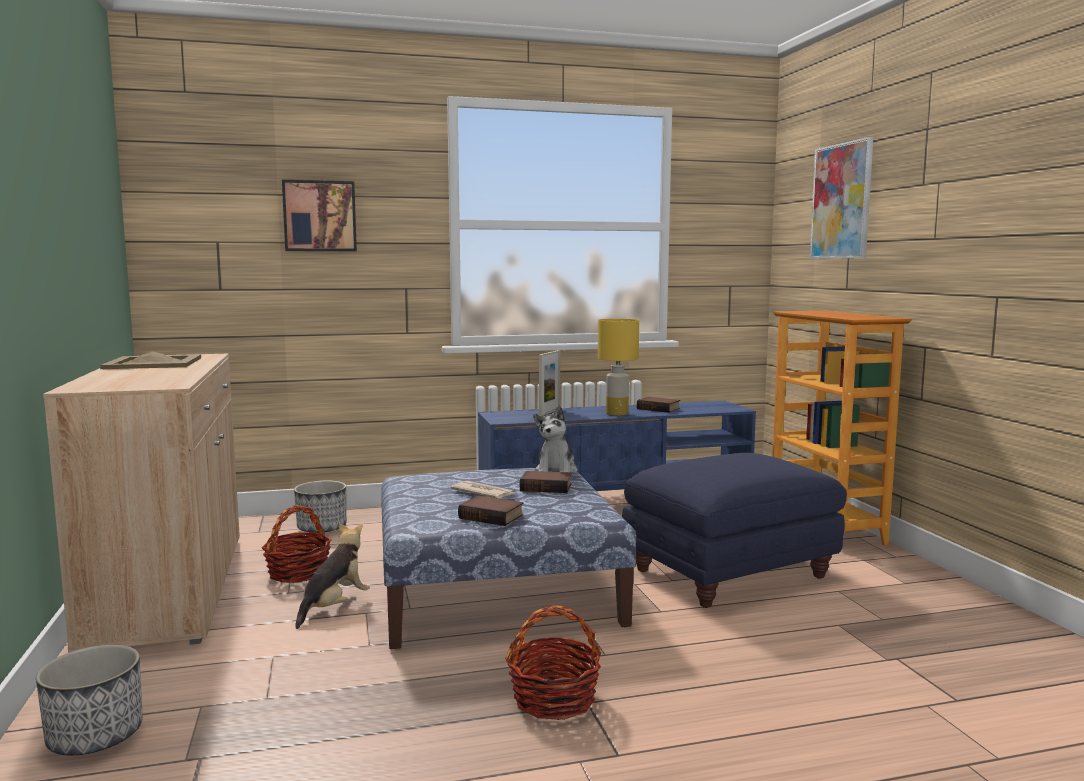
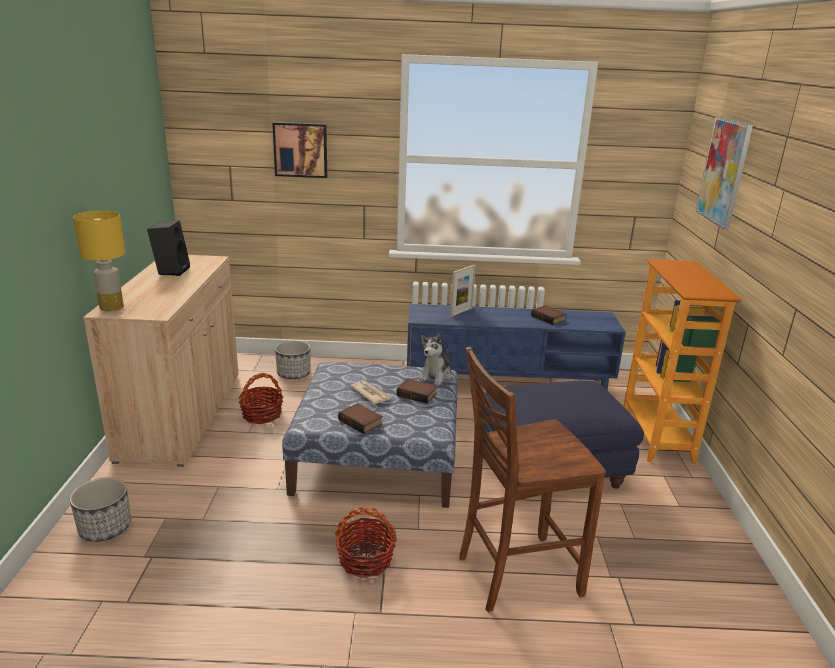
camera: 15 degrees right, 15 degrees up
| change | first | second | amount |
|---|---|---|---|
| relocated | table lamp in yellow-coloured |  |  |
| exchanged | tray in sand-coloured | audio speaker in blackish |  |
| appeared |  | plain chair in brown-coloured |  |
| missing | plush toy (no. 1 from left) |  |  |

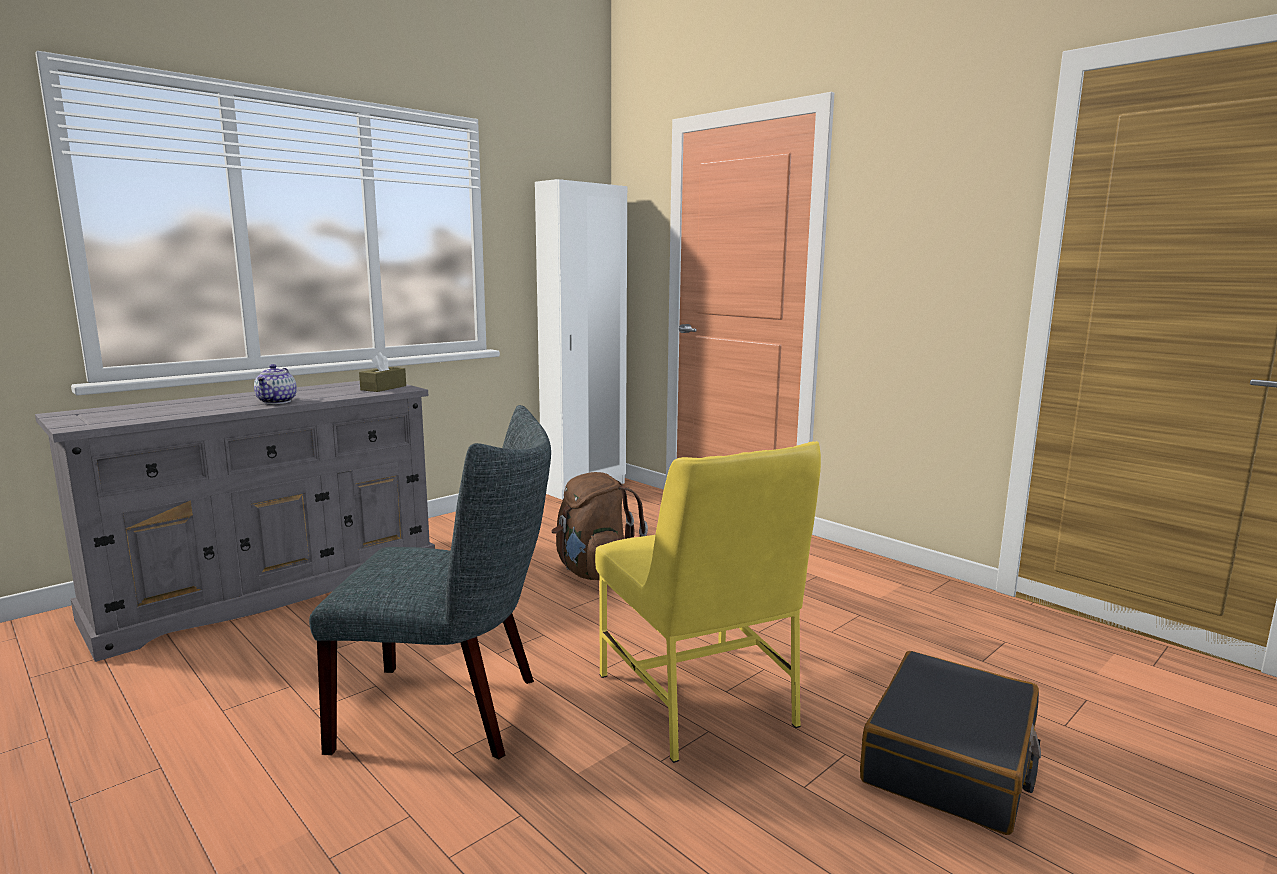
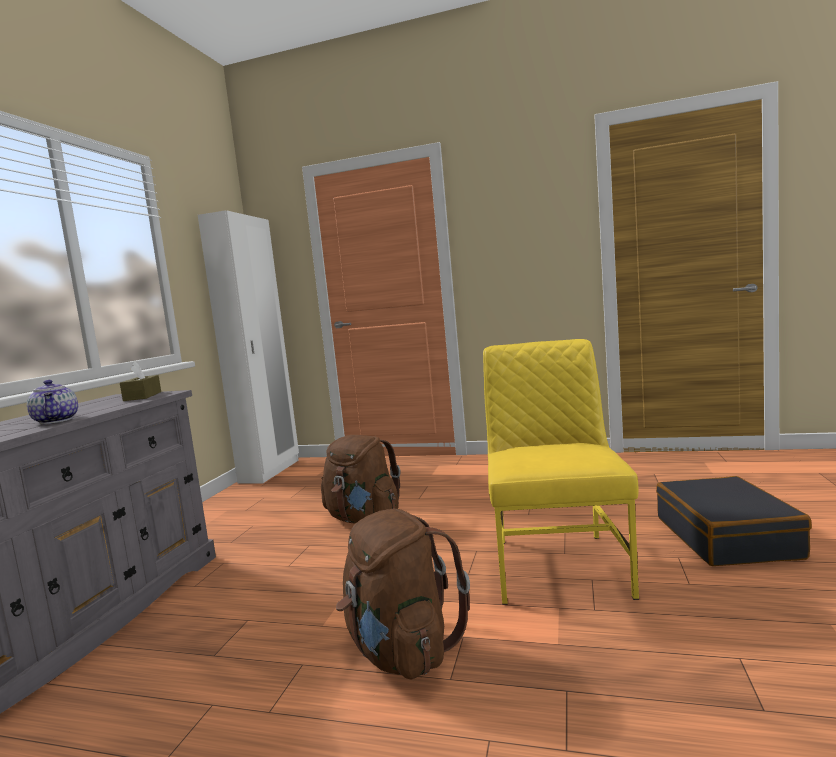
camera: 30 degrees left, 5 degrees down
| change | first | second | amount |
|---|---|---|---|
| exchanged | plain chair in greyish | backpack in brown-coloured (no. 2 from left) |  |
| spun | plain chair in yellow-coloured |  | 120 degrees counterclockwise |

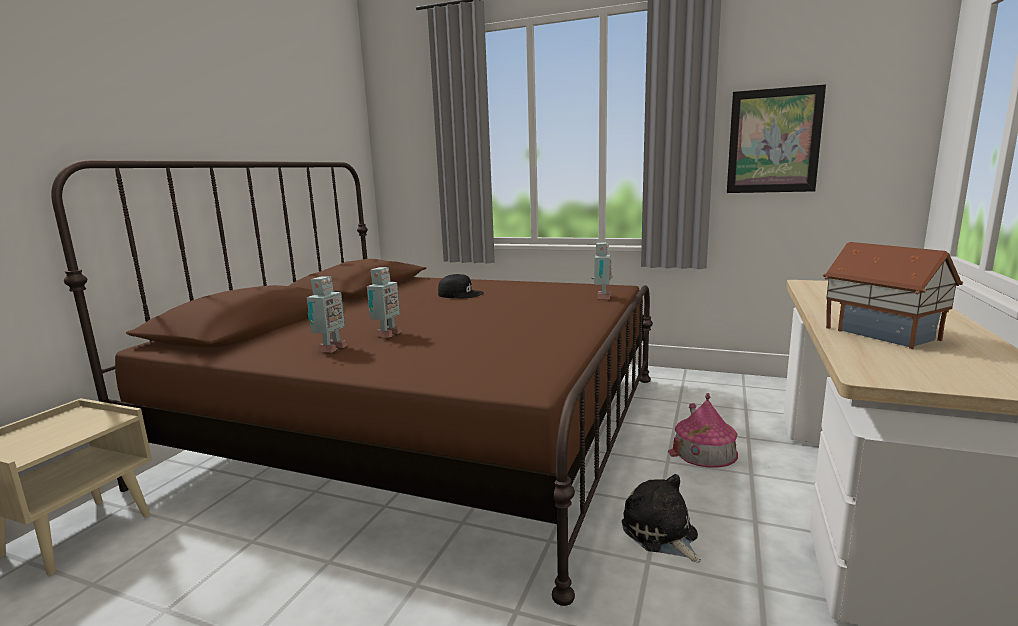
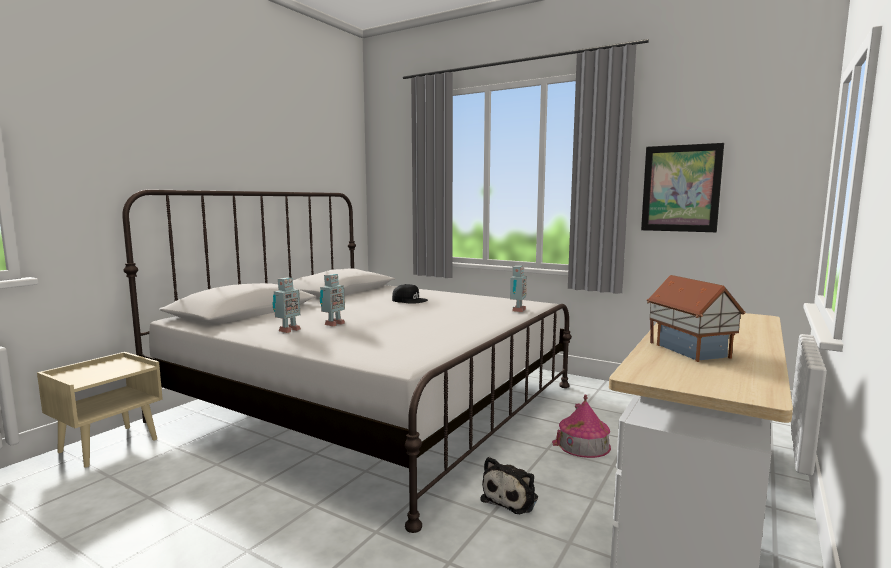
camera: 10 degrees right, 5 degrees down
| change | first | second | amount |
|---|---|---|---|
| colour | sleeping bed in brown-coloured | sleeping bed in whitish |  |
| spun | plush toy |  | 135 degrees counterclockwise |

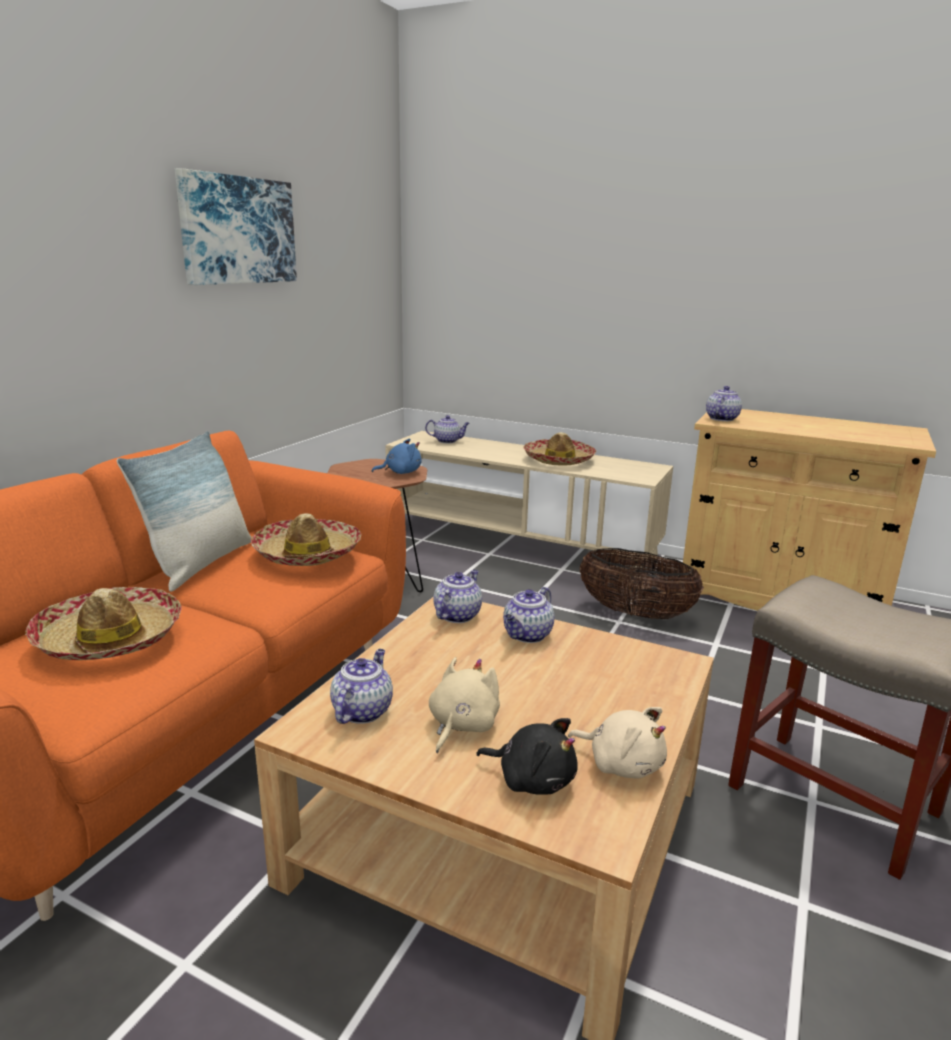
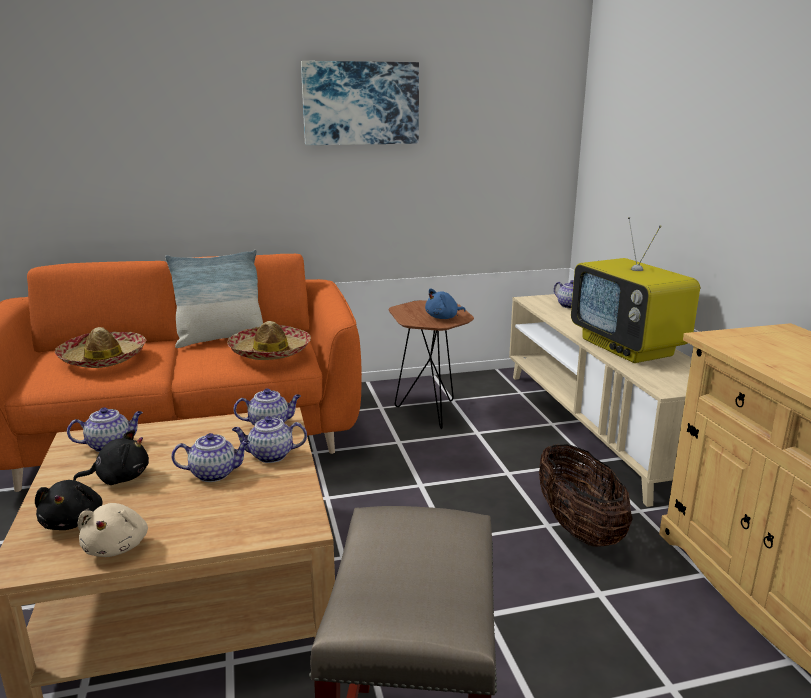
camera: 50 degrees right, 0 degrees up
| change | first | second | amount |
|---|---|---|---|
| colour | plush toy in sand-coloured (no. 1 from left) | plush toy in blackish (no. 2 from left) |  |
| relocated | teapot (no. 5 from left in the first image) | teapot (no. 2 from left) |  |
| spun | plush toy in bluish |  | 120 degrees clockwise |
| exchanged | clothing hat (no. 3 from left) | TV set |  |

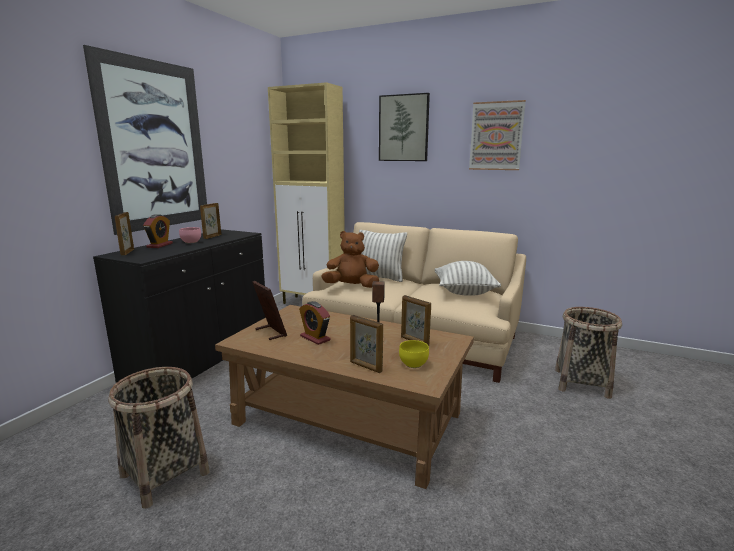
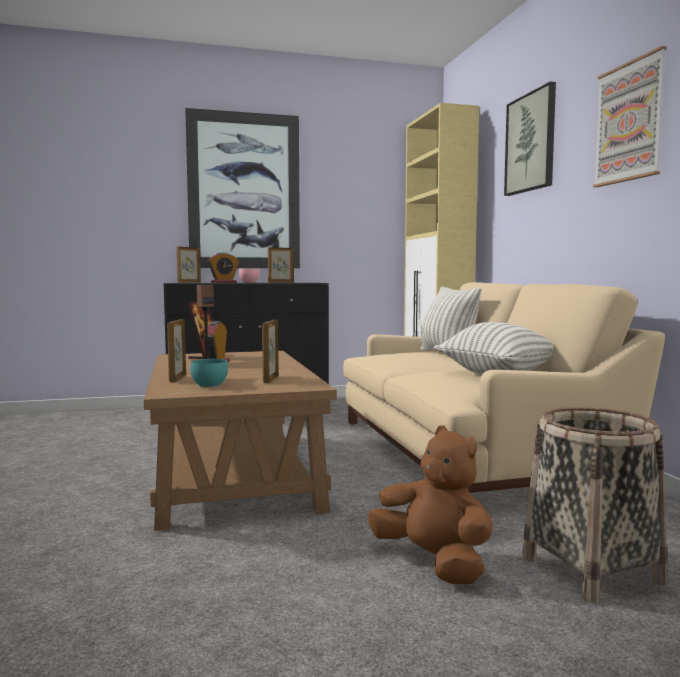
camera: 50 degrees right, 10 degrees down
| change | first | second | amount |
|---|---|---|---|
| colour | serving bowl in yellow-coloured | serving bowl in blue-green |  |
| relocated | plush toy in brown-coloured |  |  |
| missing | storage basket (no. 1 from left) |  |  |

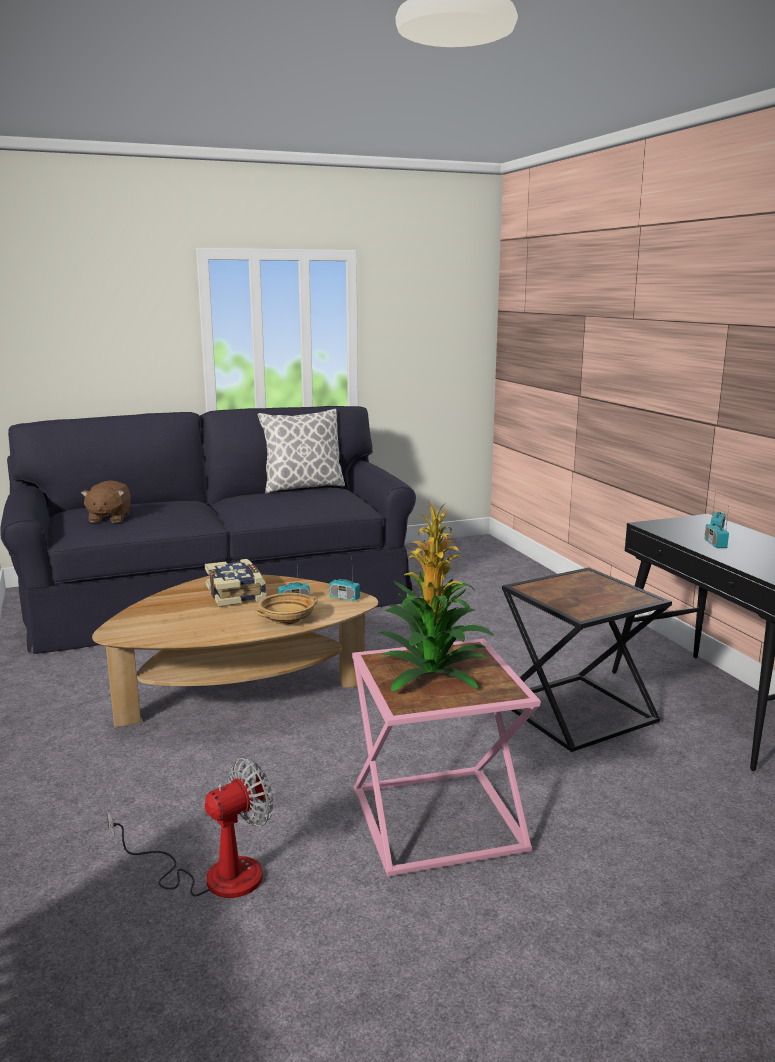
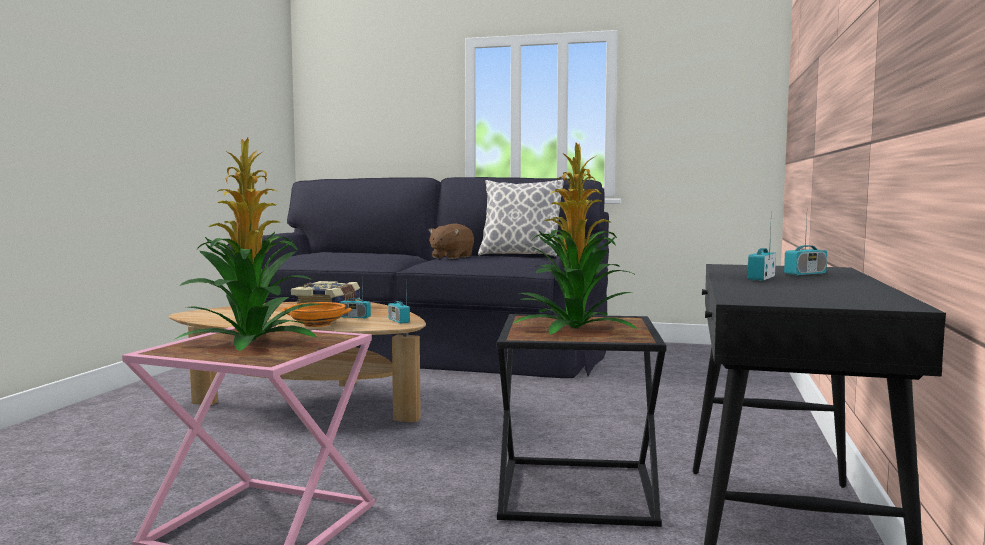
camera: 35 degrees right, 10 degrees down
| change | first | second | amount |
|---|---|---|---|
| colour | serving bowl in sand-coloured | serving bowl in orange |  |
| relocated | plush toy in brown-coloured |  |  |
| appeared |  | potted plant (no. 2 from left) |  |
| missing | electric fan |  |  |

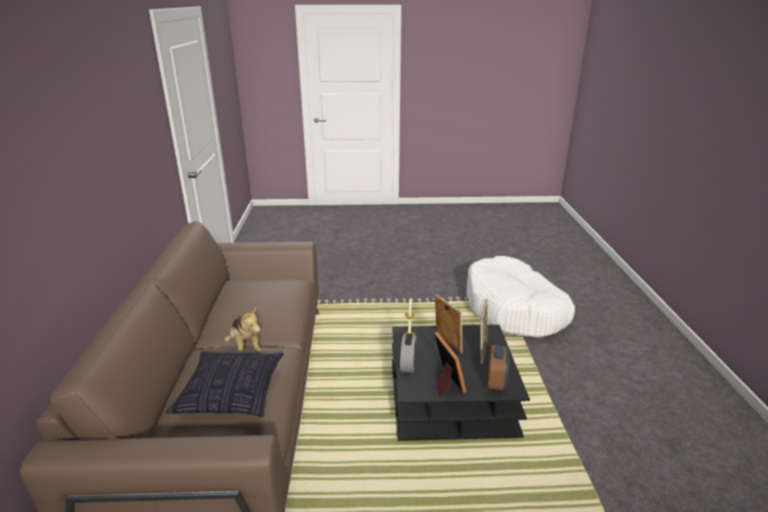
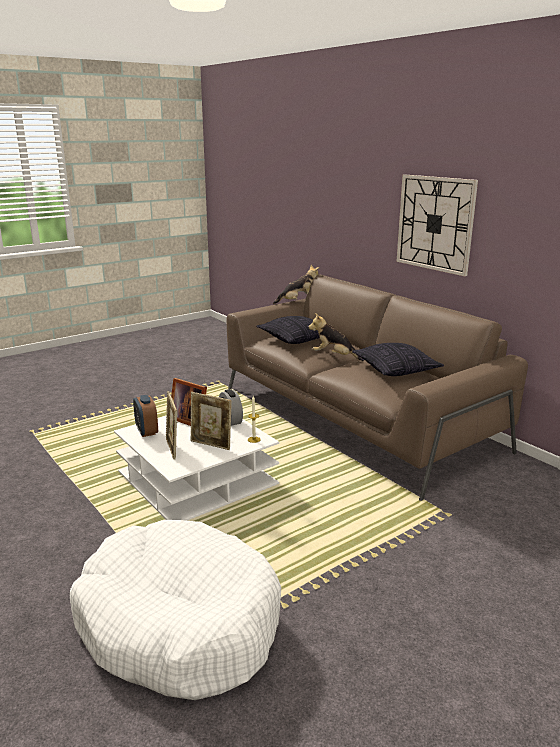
camera: 145 degrees right, 5 degrees down
| change | first | second | amount |
|---|---|---|---|
| colour | coffee table in blackish | coffee table in whitish |  |
| appeared |  | plush toy (no. 1 from left) |  |
| appeared |  | pillow (no. 2 from left) |  |
| appeared |  | wall clock |  |

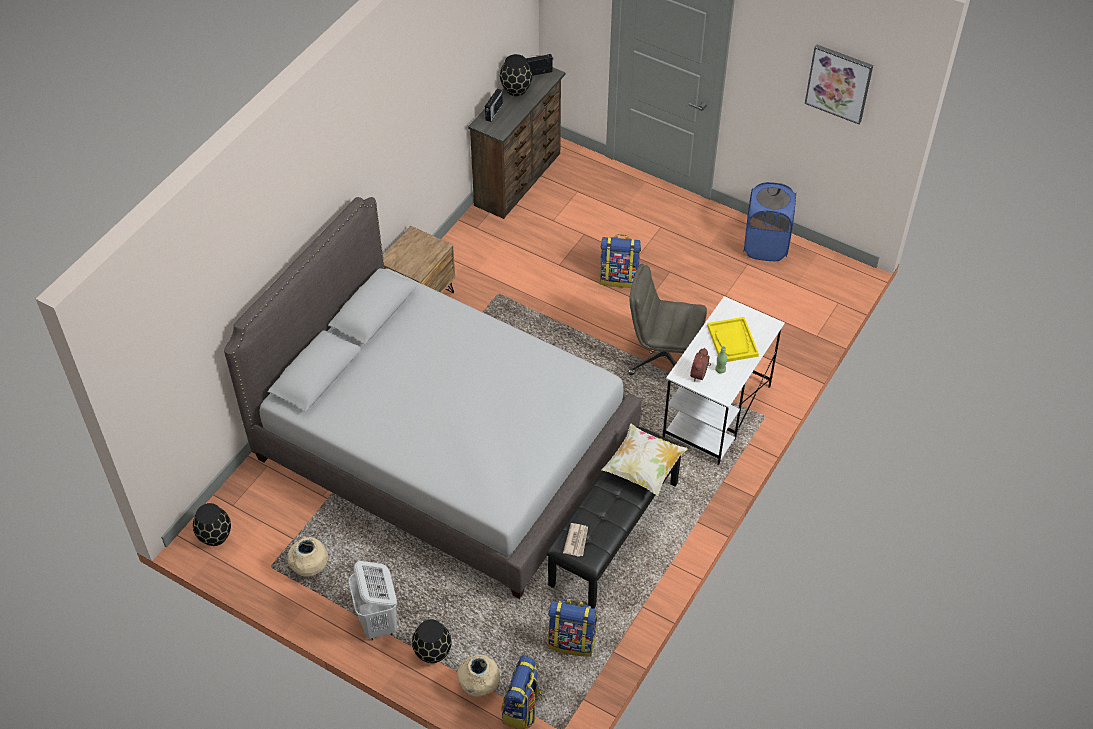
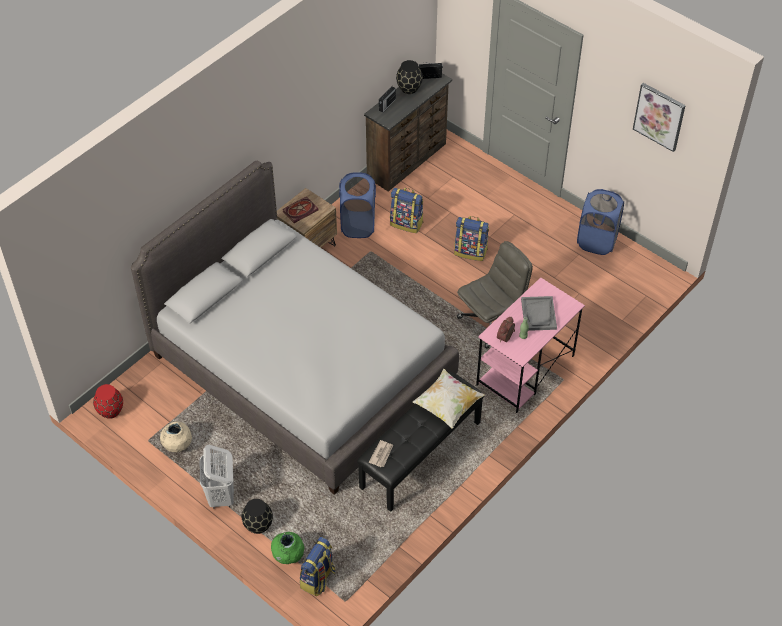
camera: 10 degrees right, 0 degrees up
| change | first | second | amount |
|---|---|---|---|
| colour | flower vase in blackish (no. 1 from left) | flower vase in reddish |  |
| colour | flower vase in sand-coloured (no. 2 from left) | flower vase in green-coloured |  |
| appeared |  | volume |  |
| appeared |  | washing basket in bluish (no. 1 from left) |  |
| relocated | backpack (no. 2 from left) |  |  |
| spun | computer chair in greyish |  | 120 degrees clockwise |
| colour | desk unit in whitish | desk unit in pinkish |  |
| colour | tray in yellow-coloured | tray in greyish |  |

